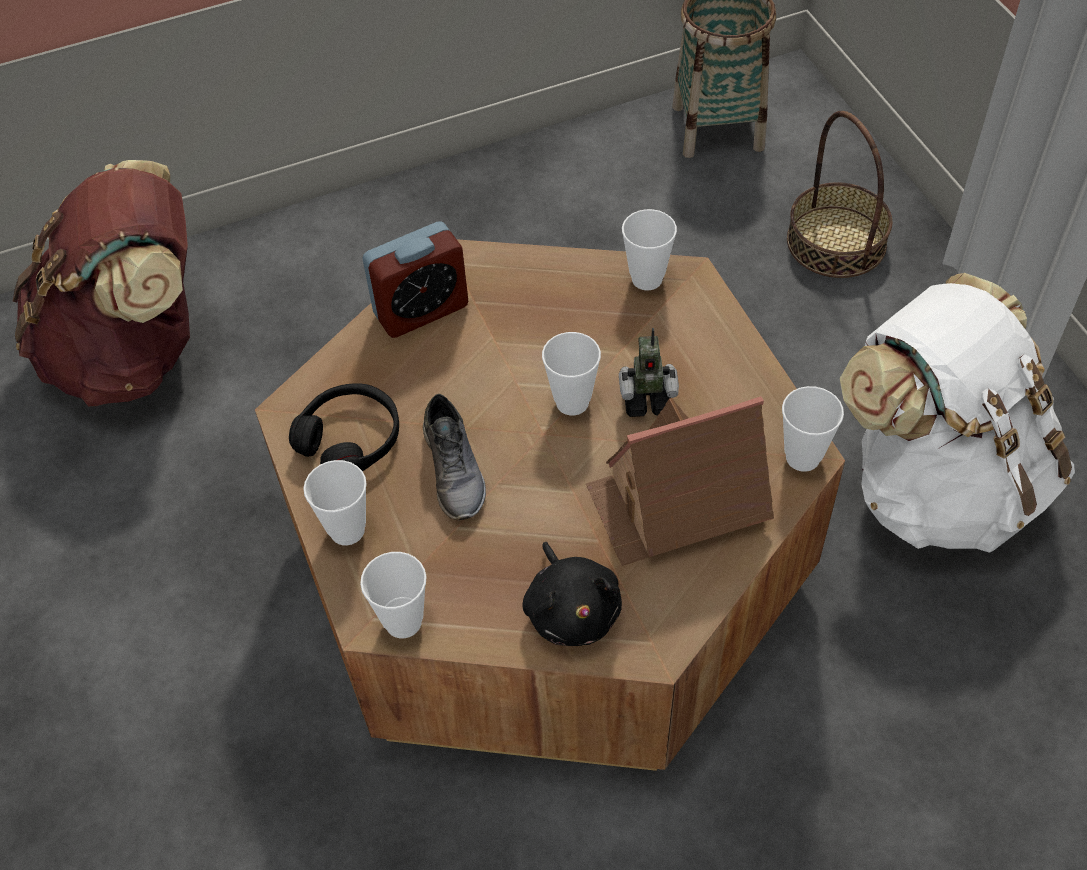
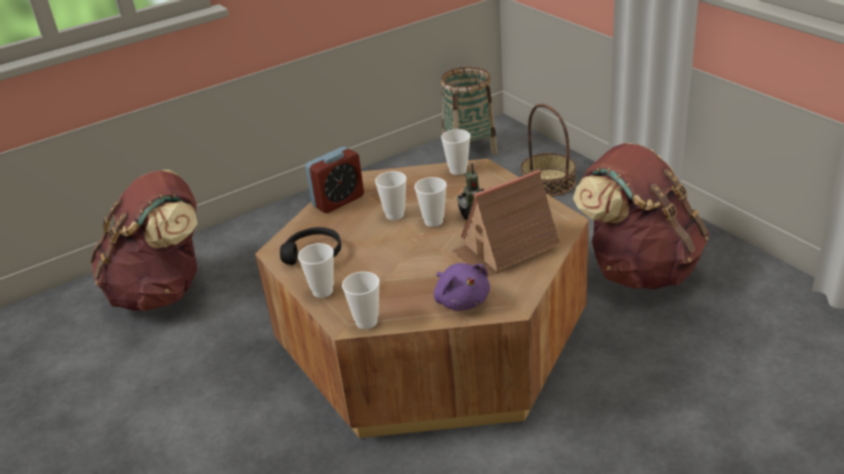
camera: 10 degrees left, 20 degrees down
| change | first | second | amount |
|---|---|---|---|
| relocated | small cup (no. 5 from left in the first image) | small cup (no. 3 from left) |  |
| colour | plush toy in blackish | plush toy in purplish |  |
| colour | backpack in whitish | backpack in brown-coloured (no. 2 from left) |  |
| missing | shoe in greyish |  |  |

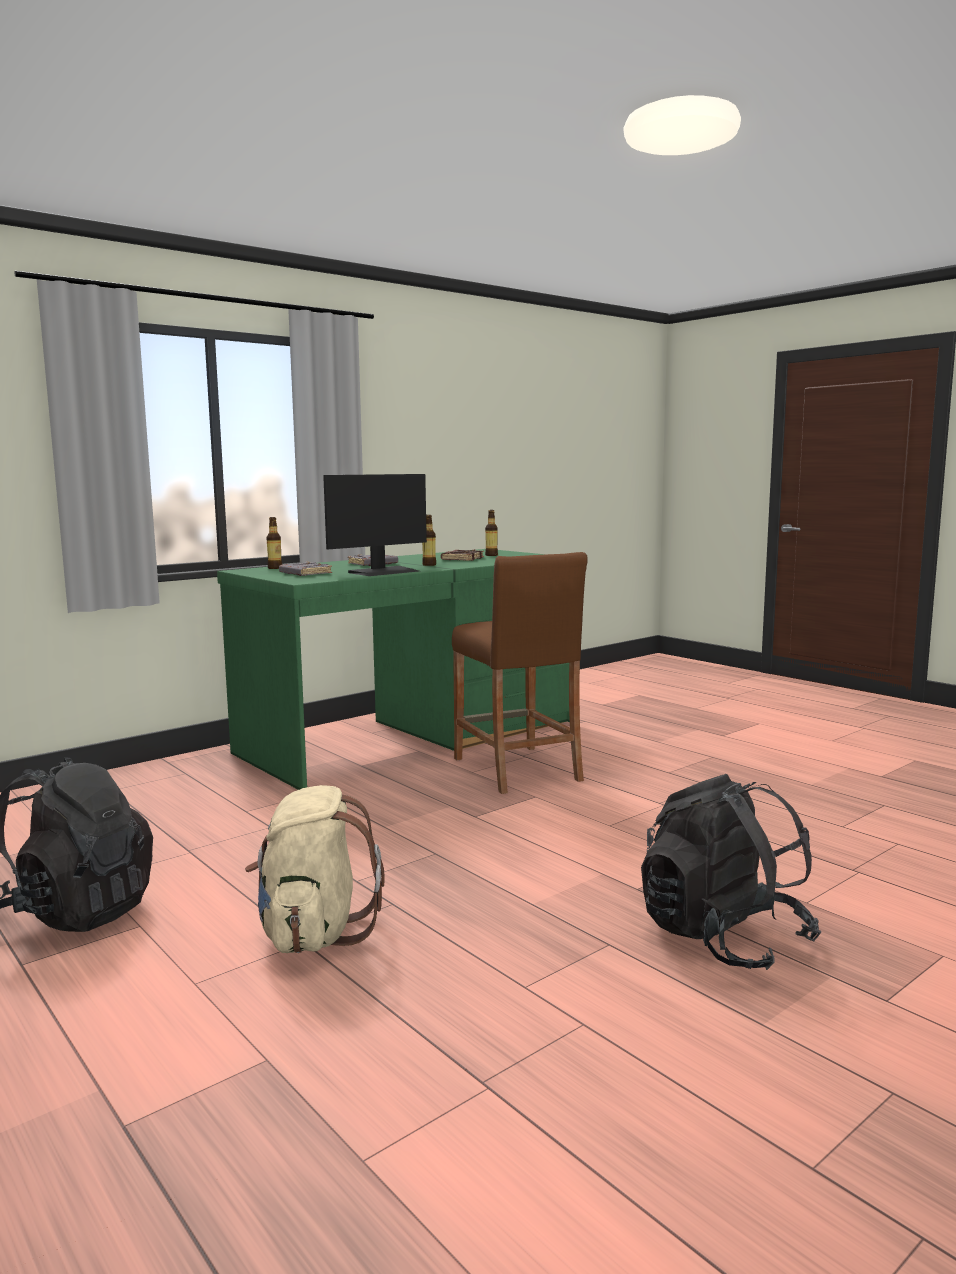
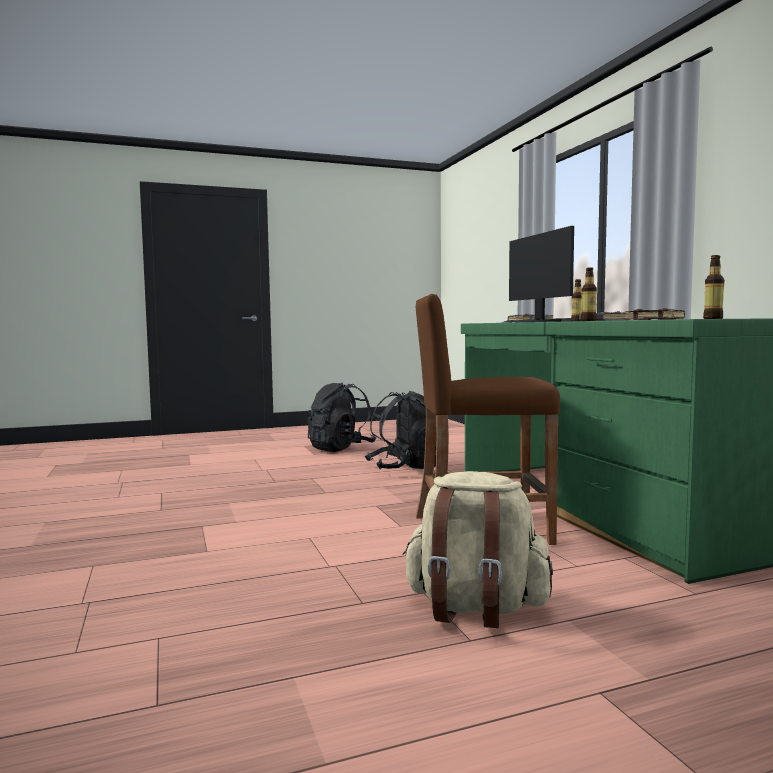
camera: 110 degrees right, 5 degrees down
| change | first | second | amount |
|---|---|---|---|
| relocated | backpack in blackish (no. 2 from left) |  |  |
| relocated | backpack in sand-coloured |  |  |

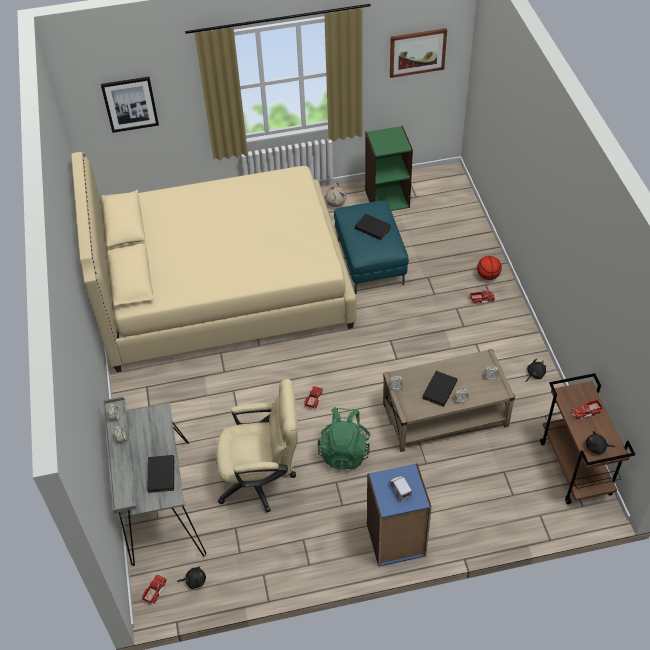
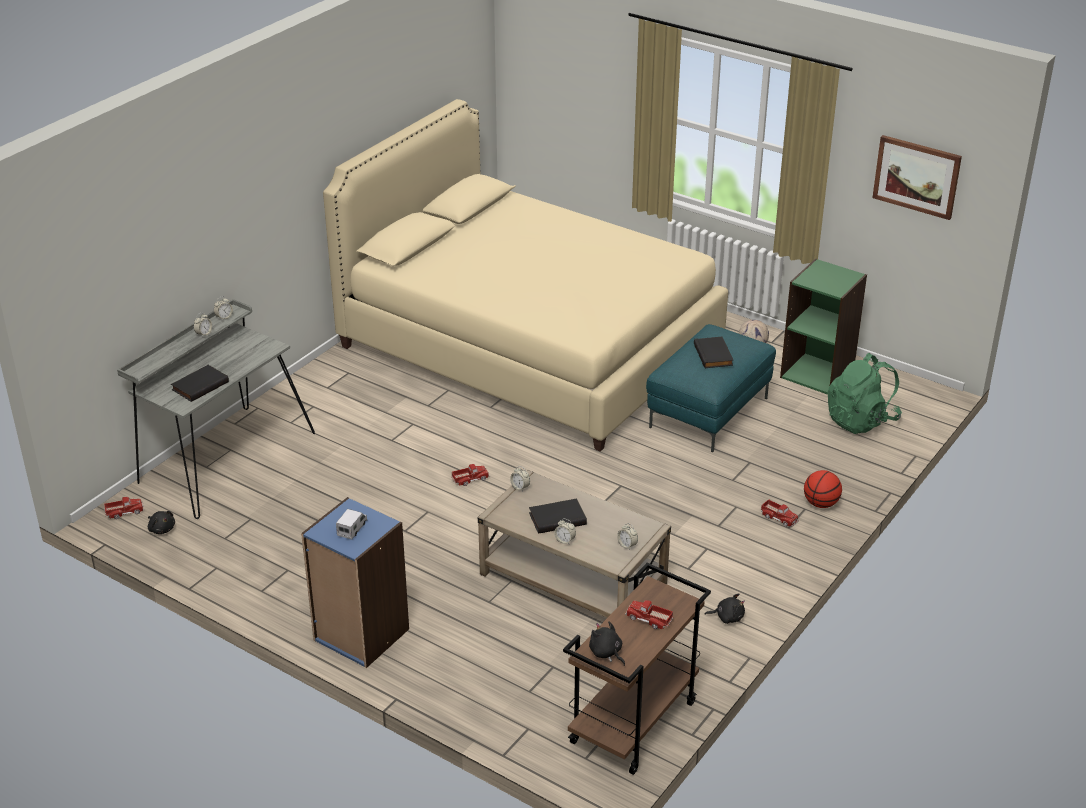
camera: 45 degrees right, 15 degrees down
| change | first | second | amount |
|---|---|---|---|
| relocated | backpack in green-coloured |  |  |
| missing | wall picture (no. 1 from left) |  |  |
| missing | computer chair in sand-coloured |  |  |

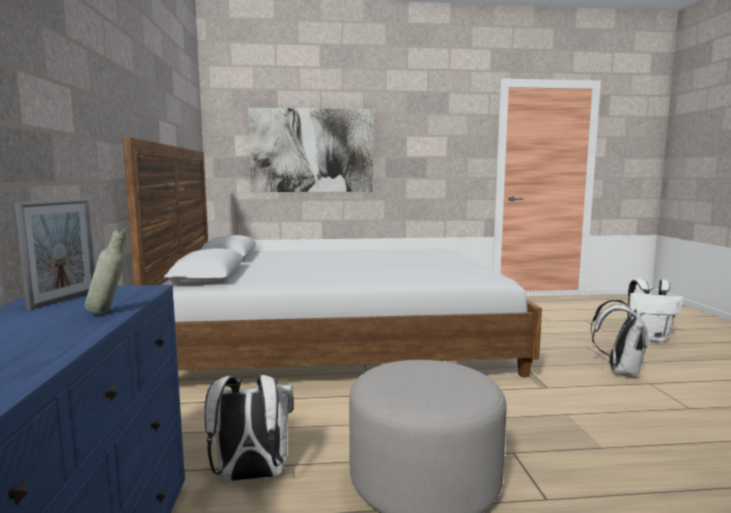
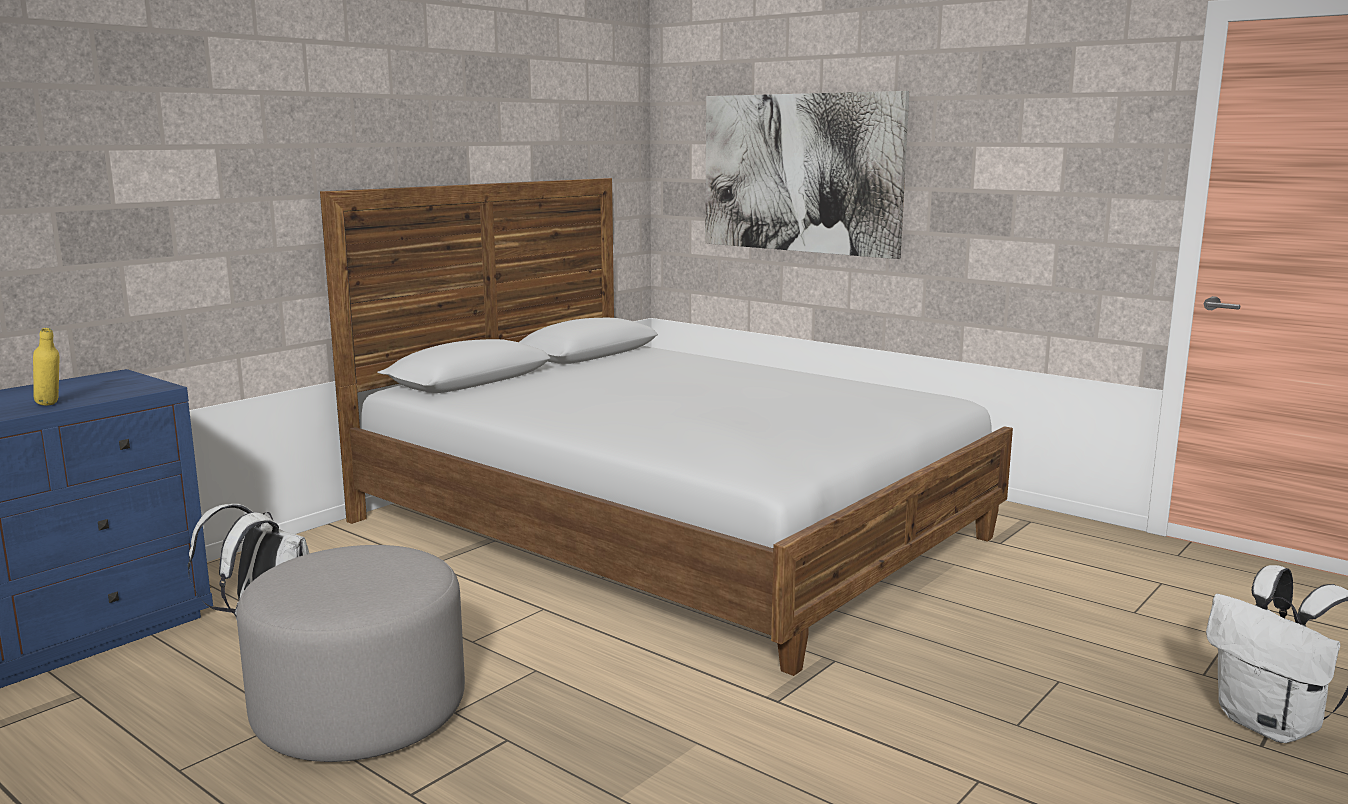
camera: 45 degrees right, 5 degrees up
| change | first | second | amount |
|---|---|---|---|
| colour | bottle in greyish | bottle in yellow-coloured |  |
| missing | picture frame |  |  |
| missing | backpack in whitish (no. 2 from left) |  |  |

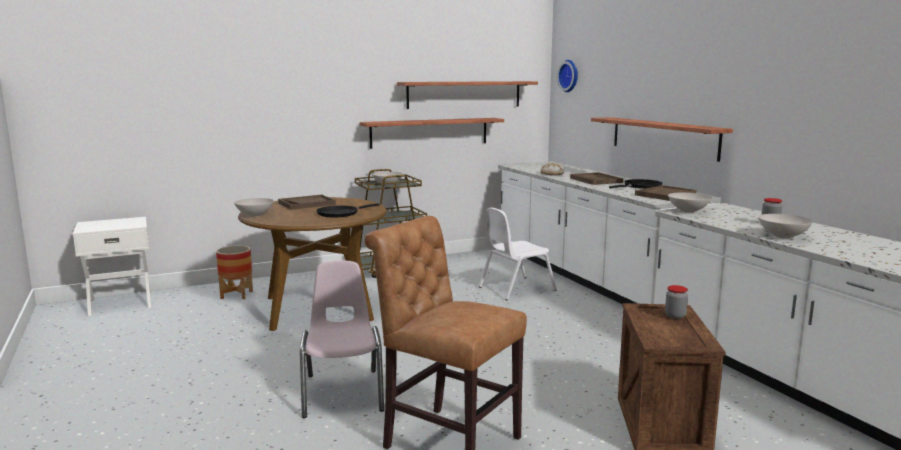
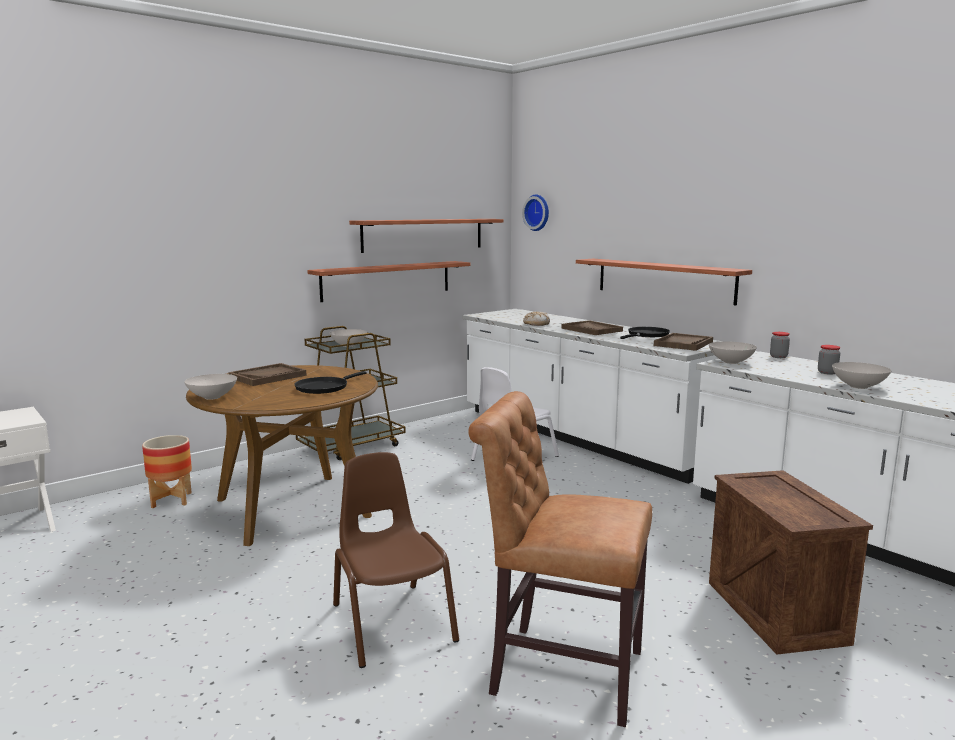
camera: 15 degrees left, 0 degrees up
| change | first | second | amount |
|---|---|---|---|
| colour | plain chair in pinkish | plain chair in brown-coloured (no. 1 from left) |  |
| relocated | storage jar (no. 1 from left) |  |  |

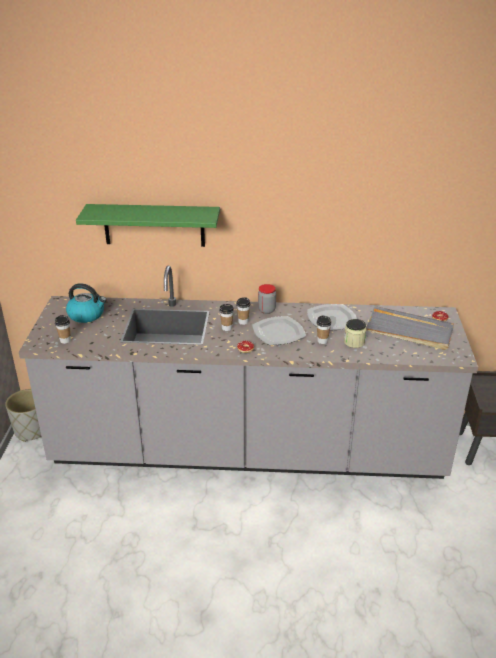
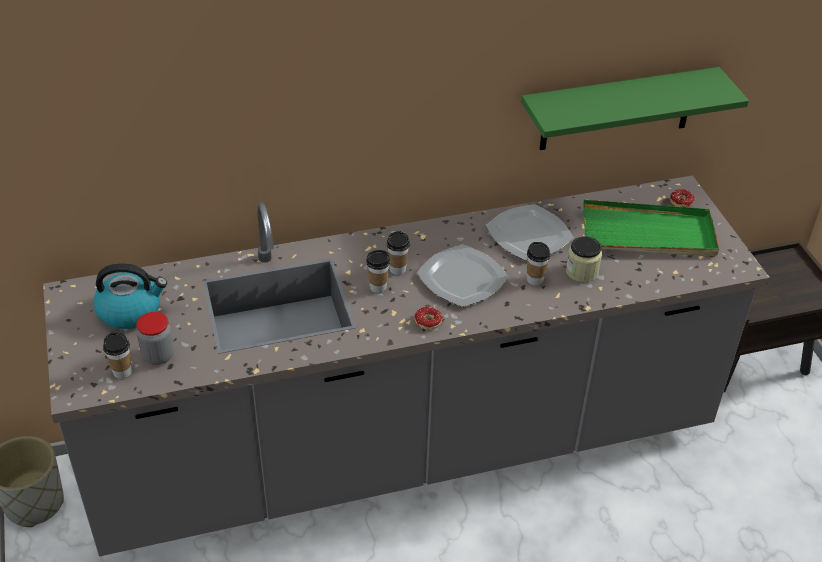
camera: 20 degrees left, 10 degrees up
| change | first | second | amount |
|---|---|---|---|
| relocated | storage jar (no. 1 from left) |  |  |
| relocated | wall shelf in green-coloured |  |  |
| colour | tray in greyish | tray in green-coloured |  |

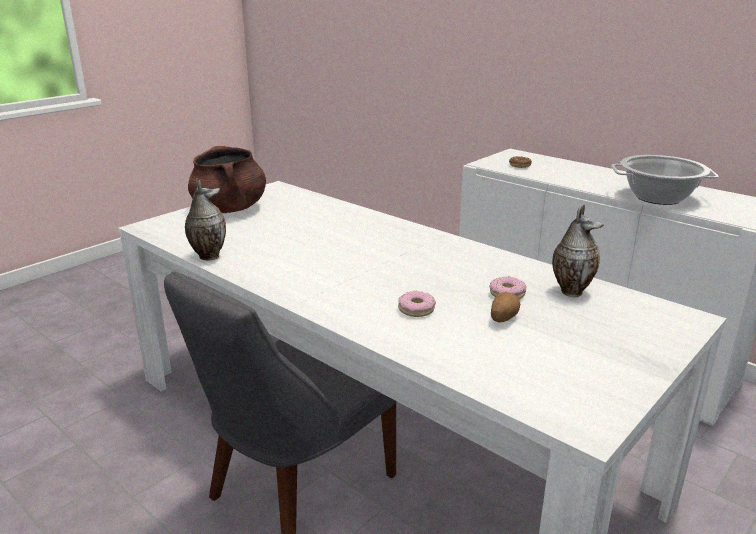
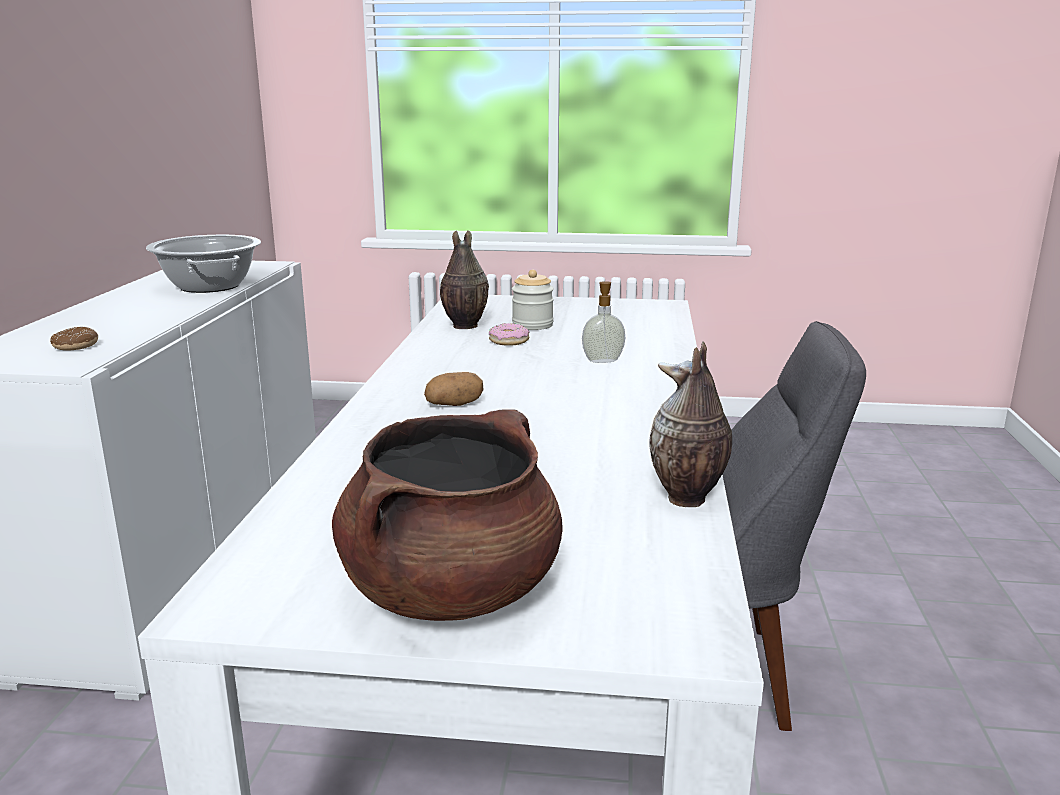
camera: 125 degrees left, 5 degrees down
| change | first | second | amount |
|---|---|---|---|
| relocated | potato |  |  |
| appeared |  | storage jar |  |
| exchanged | donut (no. 1 from left) | soap bottle |  |

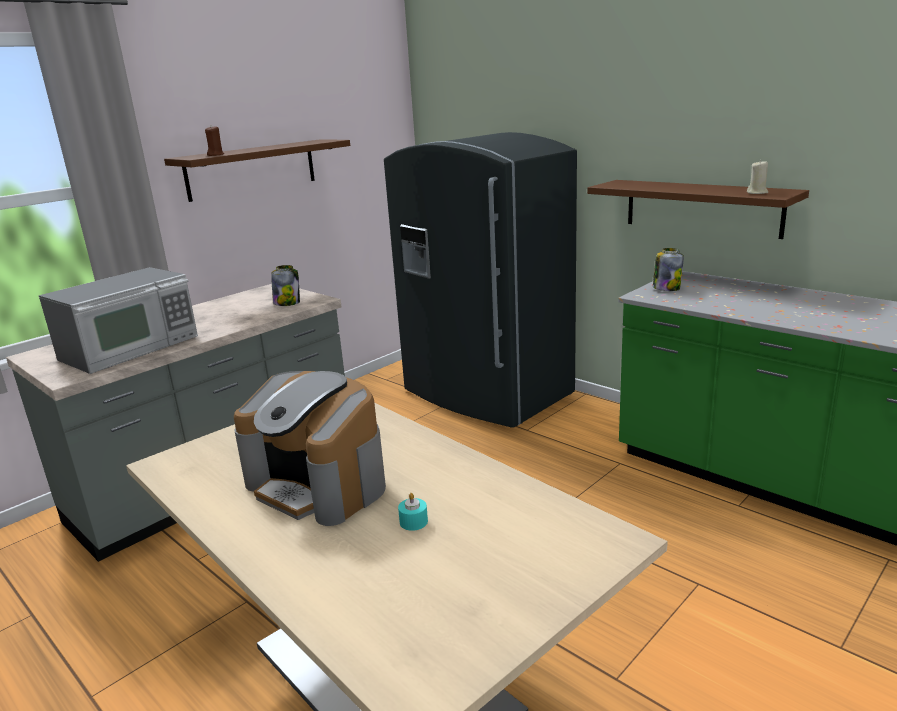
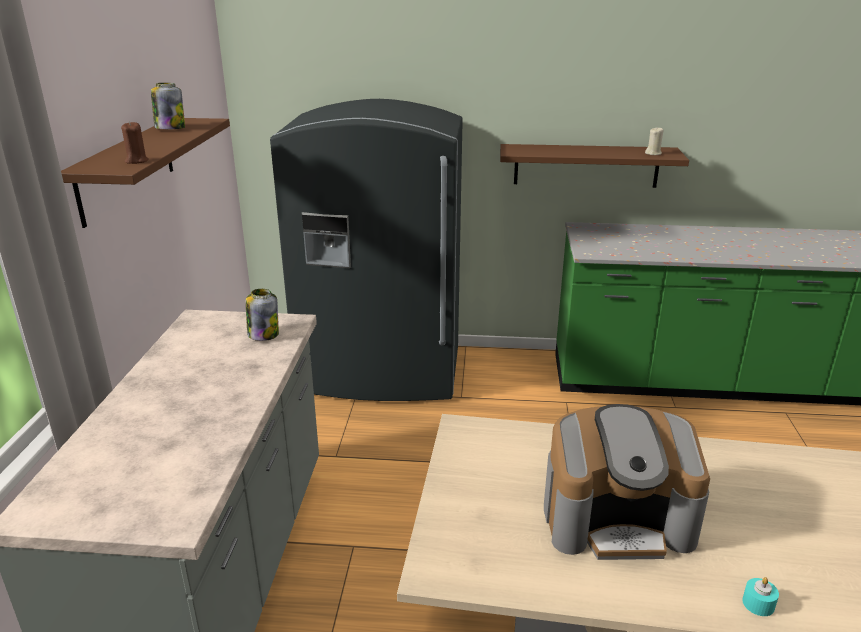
camera: 40 degrees left, 5 degrees up
| change | first | second | amount |
|---|---|---|---|
| relocated | storage jar (no. 2 from left in the first image) | storage jar (no. 1 from left) |  |
| relocated | wax light in blue-green |  |  |
| missing | microwave |  |  |

